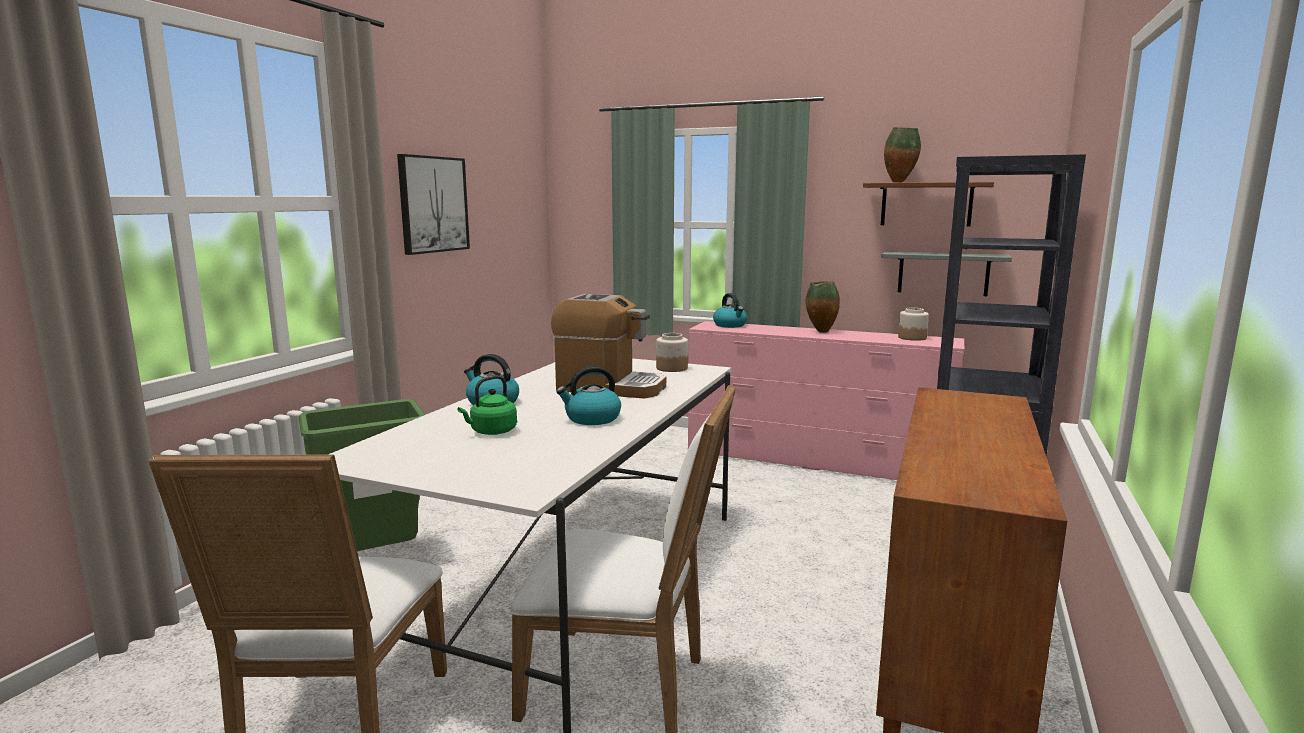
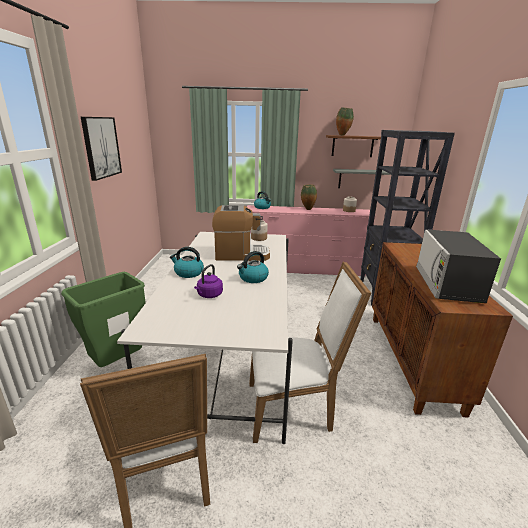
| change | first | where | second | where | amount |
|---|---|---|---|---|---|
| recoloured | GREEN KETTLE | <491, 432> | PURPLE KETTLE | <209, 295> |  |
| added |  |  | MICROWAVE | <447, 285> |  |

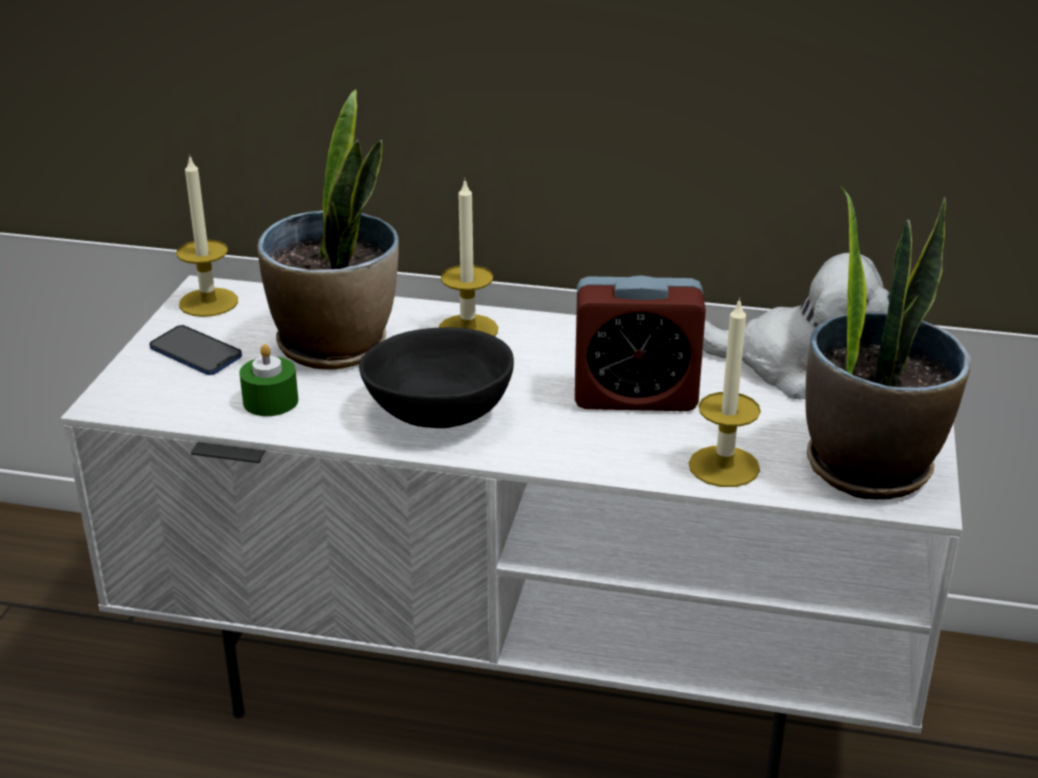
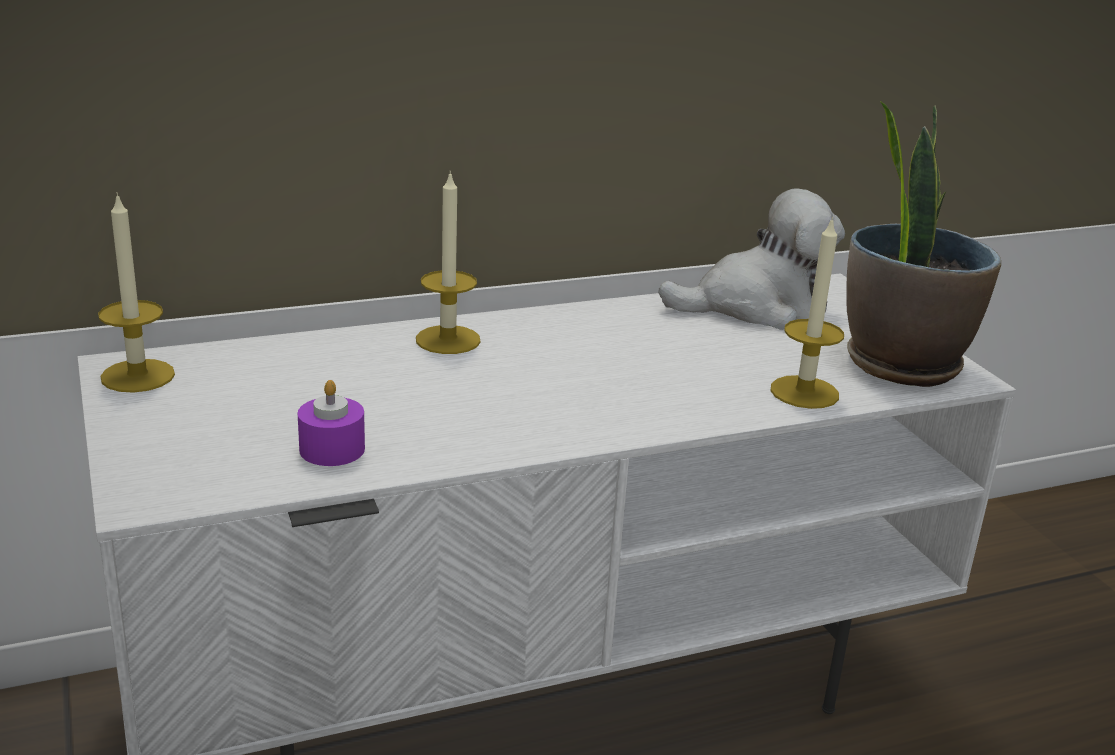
| change | first | where | second | where | amount |
|---|---|---|---|---|---|
| recoloured | GREEN CANDLE | <270, 401> | PURPLE CANDLE | <332, 449> |  |
| removed | PHONE | <195, 353> |  |  |  |
| removed | POTTED PLANT | <336, 346> |  |  |  |
| removed | BLACK BOWL | <442, 414> |  |  |  |
| removed | ALARM CLOCK | <635, 396> |  |  |  |

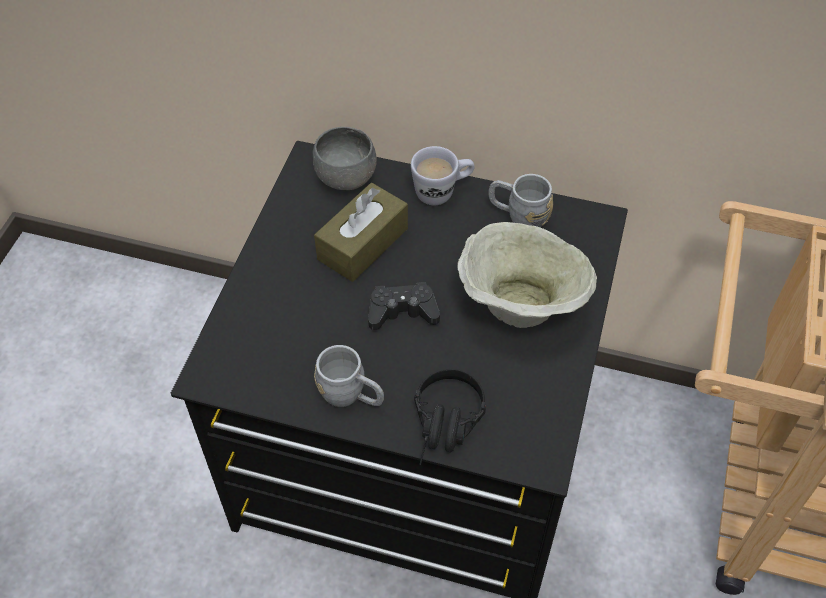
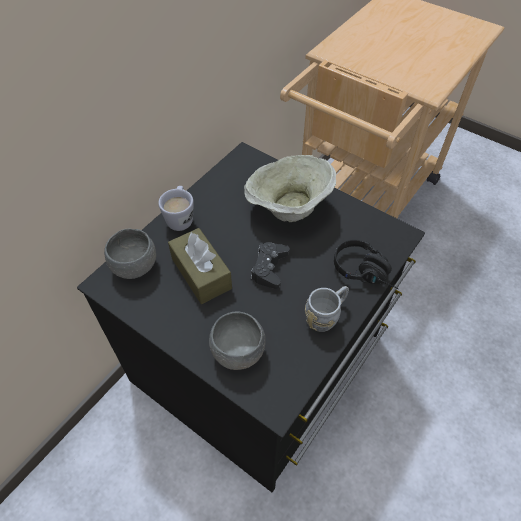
| change | first | where | second | where | amount |
|---|---|---|---|---|---|
| added |  |  | GREY BOWL | <238, 351> |  |
| removed | GREY MUG | <518, 216> |  |  |  |

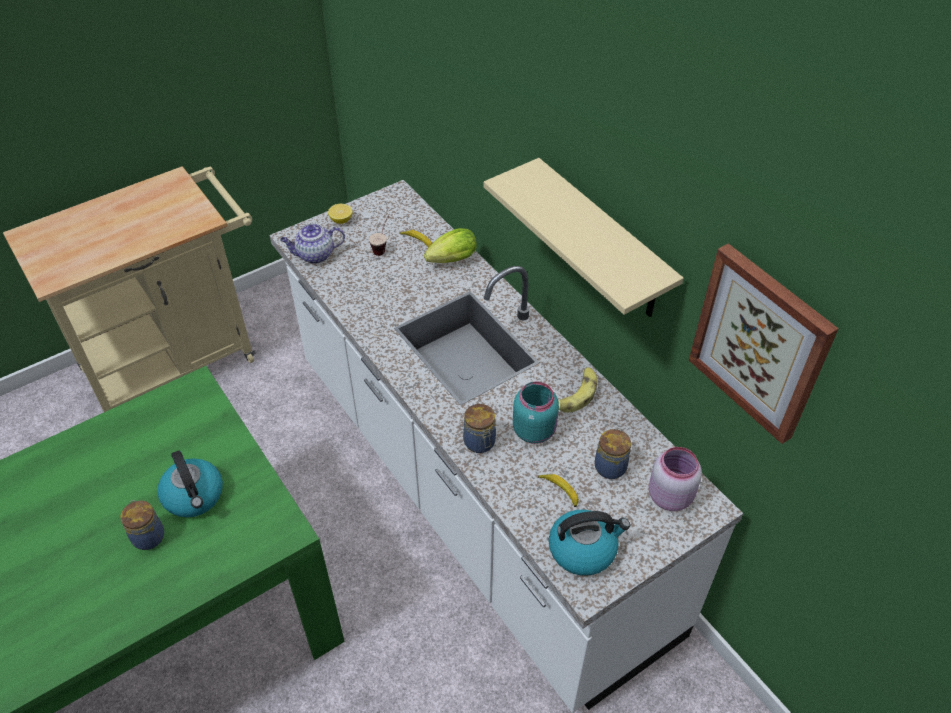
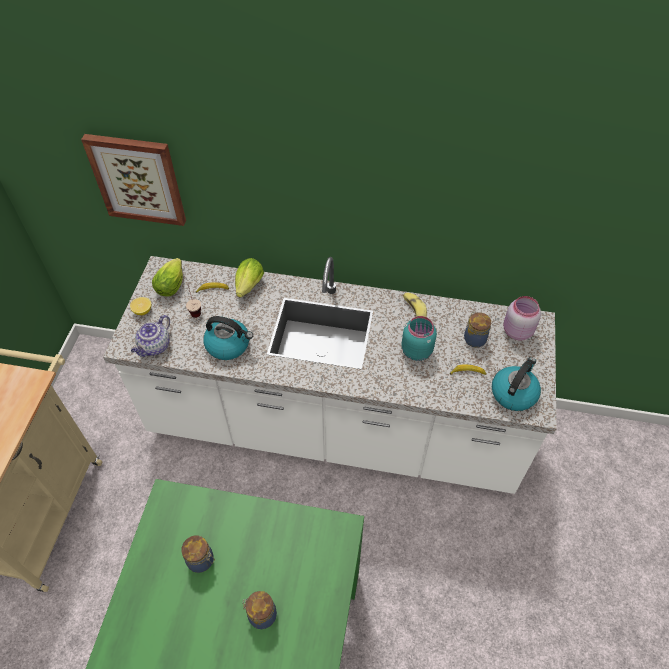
| change | first | where | second | where | amount |
|---|---|---|---|---|---|
| moved | PICTURE | <760, 343> |  | <138, 179> |  |
| added |  |  | LETTUCE | <172, 284> |  |
| moved | JAR | <480, 443> |  | <202, 560> |  |
| moved | KETTLE | <194, 496> |  | <229, 345> |  |
| removed | BEIGE SHELF | <602, 242> |  |  |  |

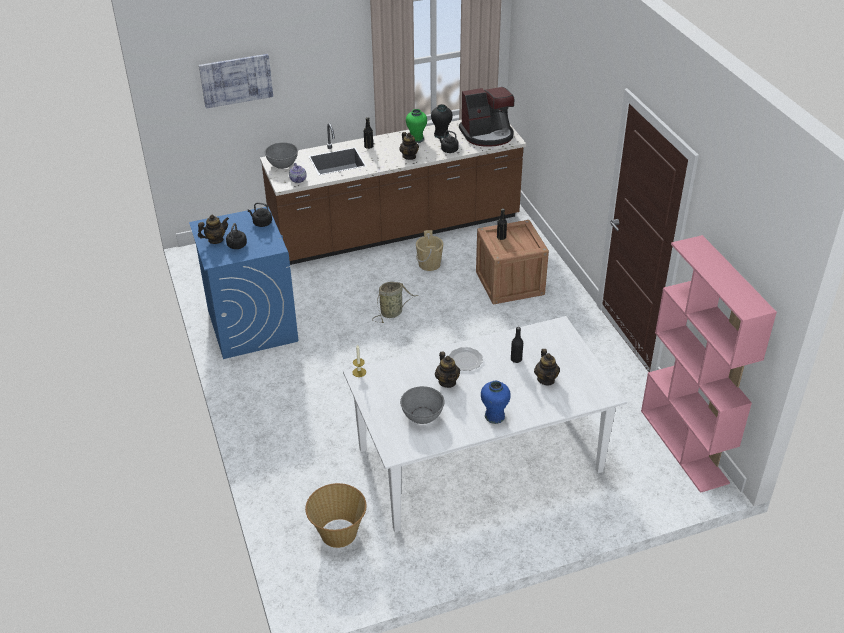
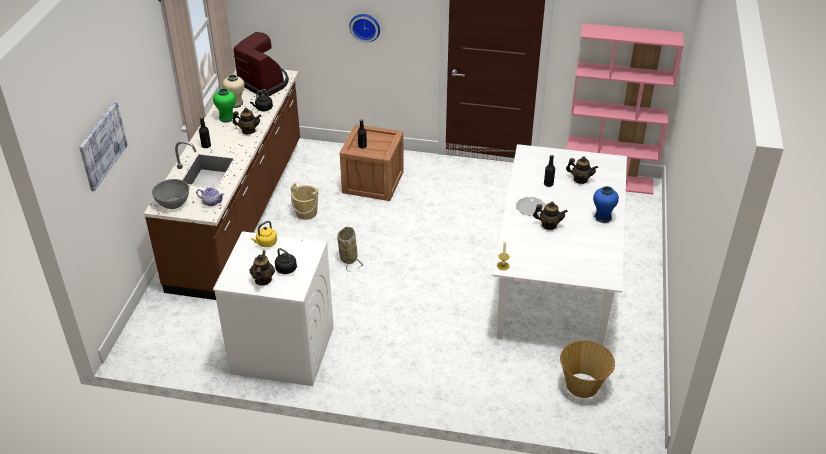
| change | first | where | second | where | amount |
|---|---|---|---|---|---|
| recoloured | BLUE WASHING MACHINE | <251, 325> | WHITE WASHING MACHINE | <282, 350> |  |
| recoloured | BLACK VASE | <441, 134> | BEIGE VASE | <235, 103> |  |
| turned | COFFEE MACHINE | <487, 134> |  | <264, 83> | 60 degrees counterclockwise |
| recoloured | BLACK KETTLE | <261, 223> | YELLOW KETTLE | <266, 243> |  |
| added |  |  | WALL CLOCK | <365, 26> |  |
| removed | GREY BOWL | <422, 415> |  |  |  |

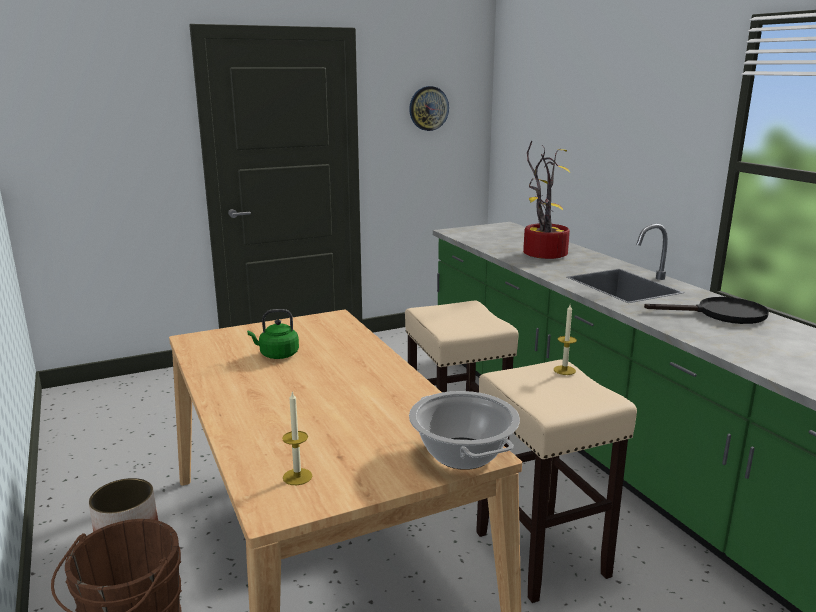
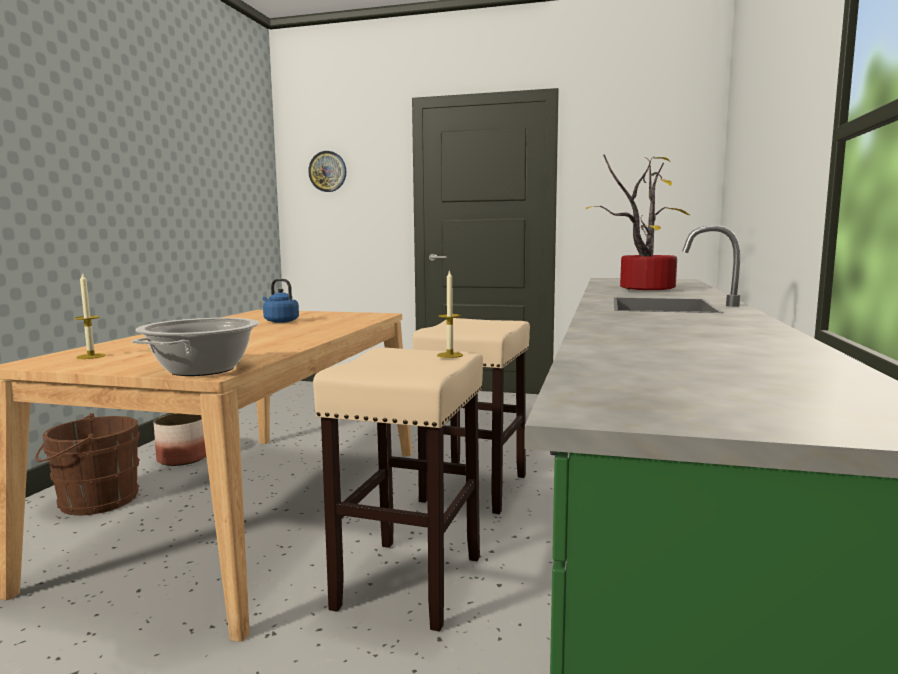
| change | first | where | second | where | amount |
|---|---|---|---|---|---|
| recoloured | GREEN KETTLE | <277, 355> | BLUE KETTLE | <280, 321> |  |
| moved | WALL CLOCK | <428, 108> |  | <327, 171> |  |
| removed | BLACK FRYING PAN | <721, 314> |  |  |  |

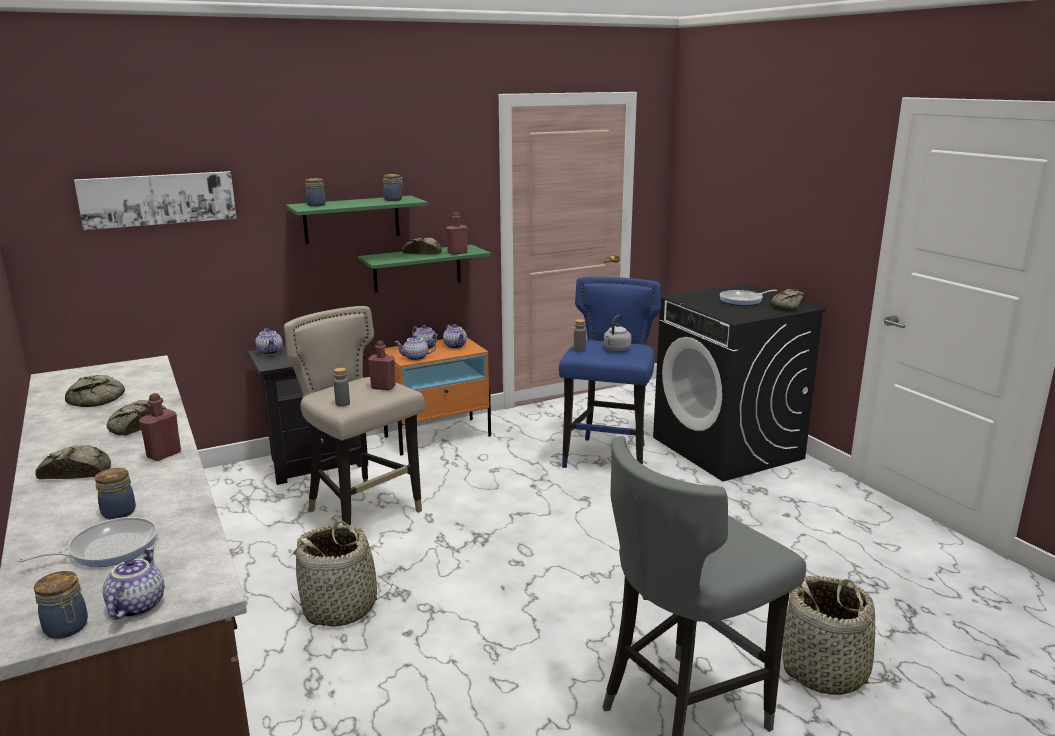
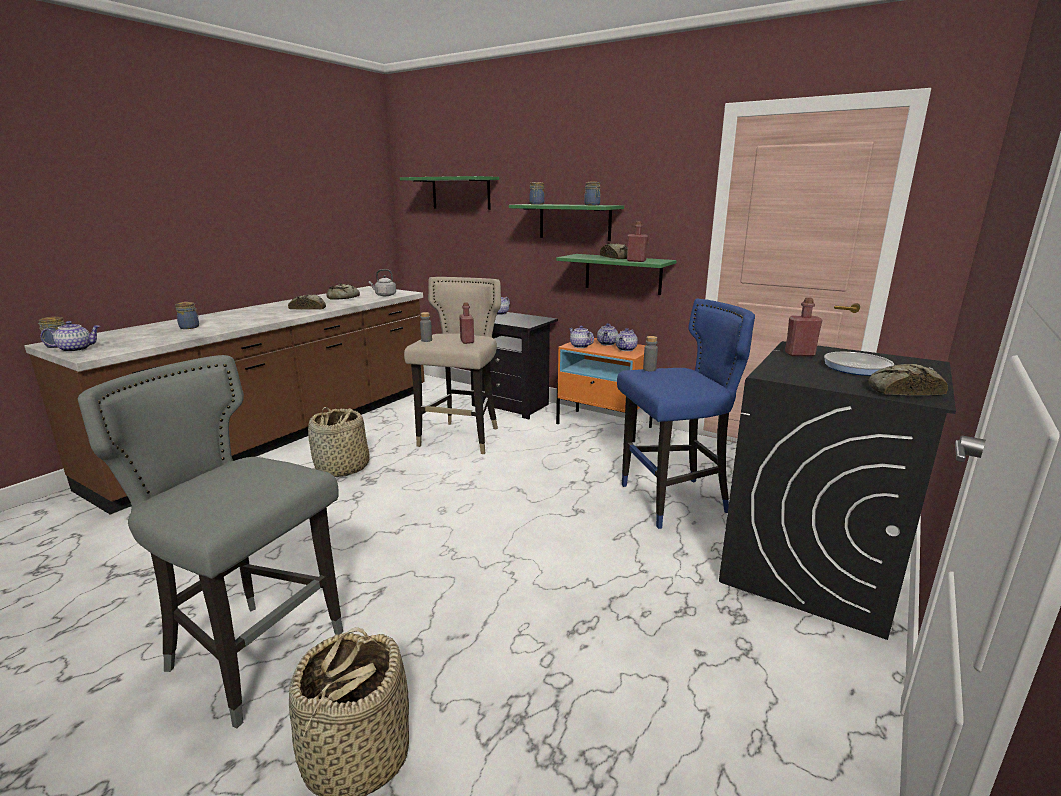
| change | first | where | second | where | amount |
|---|---|---|---|---|---|
| moved | GREY KETTLE | <616, 349> |  | <384, 295> |  |
| replaced | PICTURE | <158, 199> | GREEN SHELF | <461, 193> |  |
| moved | RED BOTTLE | <164, 454> |  | <799, 354> |  |
| removed | FRYING PAN | <108, 549> |  |  |  |
| removed | BREAD | <77, 471> |  |  |  |

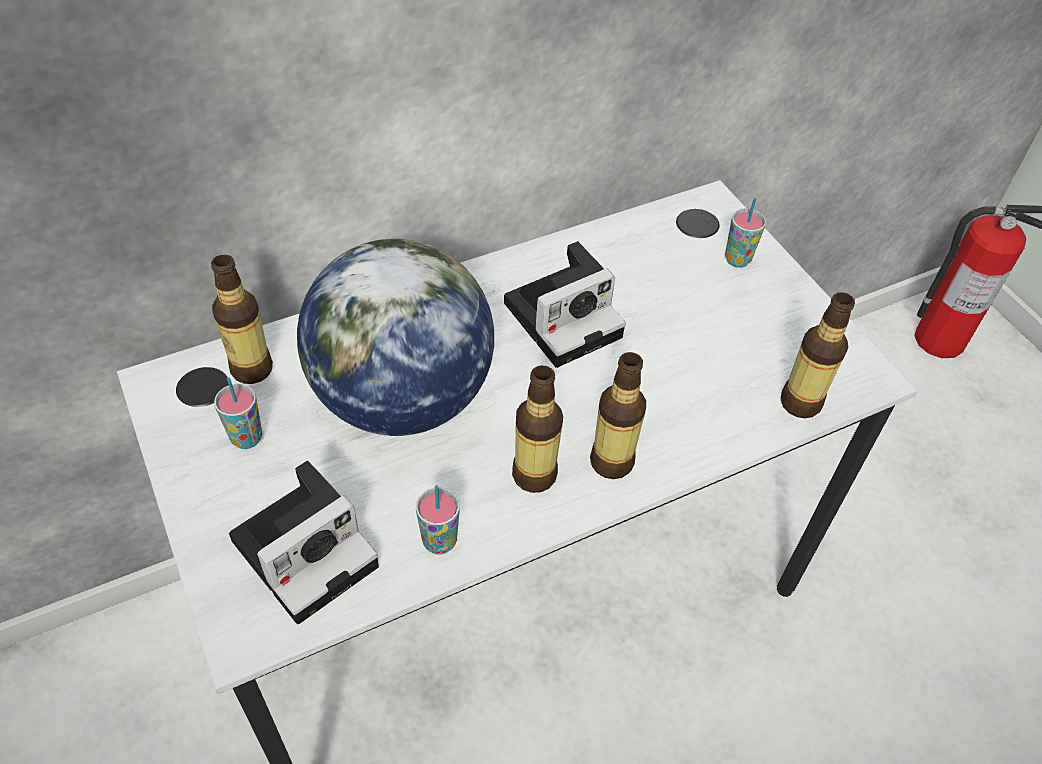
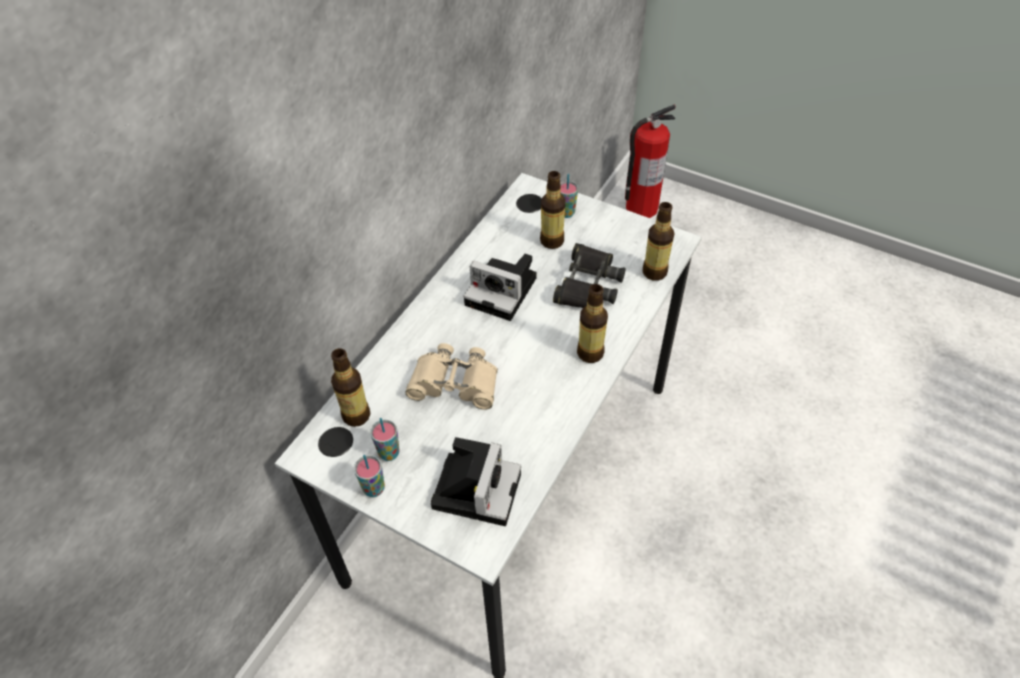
| change | first | where | second | where | amount |
|---|---|---|---|---|---|
| moved | CUP | <439, 542> |  | <374, 489> |  |
| replaced | GLOBE | <401, 398> | BEIGE BINOCULARS | <455, 383> |  |
| turned | PHOTO CAMERA | <565, 317> |  | <504, 291> | 90 degrees clockwise |
| moved | BOTTLE | <534, 475> |  | <552, 241> |  |
| added |  |  | BLACK BINOCULARS | <588, 284> |  |

